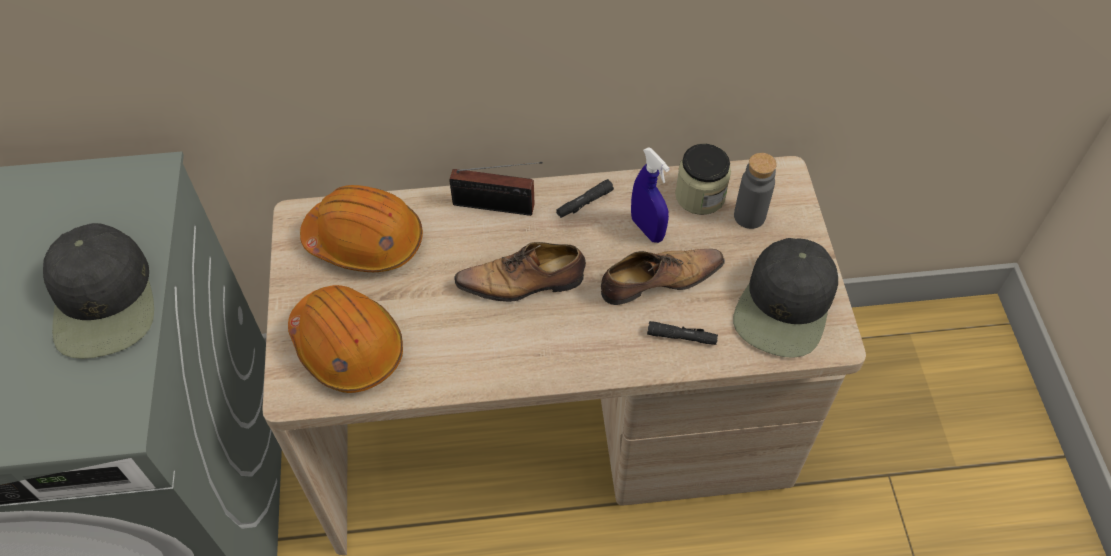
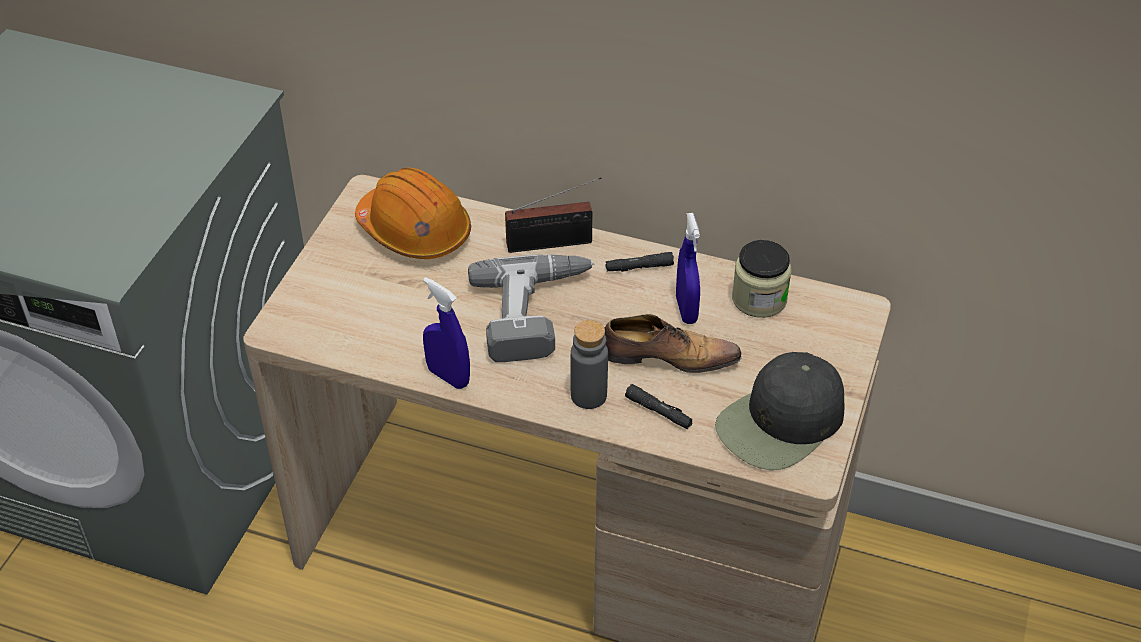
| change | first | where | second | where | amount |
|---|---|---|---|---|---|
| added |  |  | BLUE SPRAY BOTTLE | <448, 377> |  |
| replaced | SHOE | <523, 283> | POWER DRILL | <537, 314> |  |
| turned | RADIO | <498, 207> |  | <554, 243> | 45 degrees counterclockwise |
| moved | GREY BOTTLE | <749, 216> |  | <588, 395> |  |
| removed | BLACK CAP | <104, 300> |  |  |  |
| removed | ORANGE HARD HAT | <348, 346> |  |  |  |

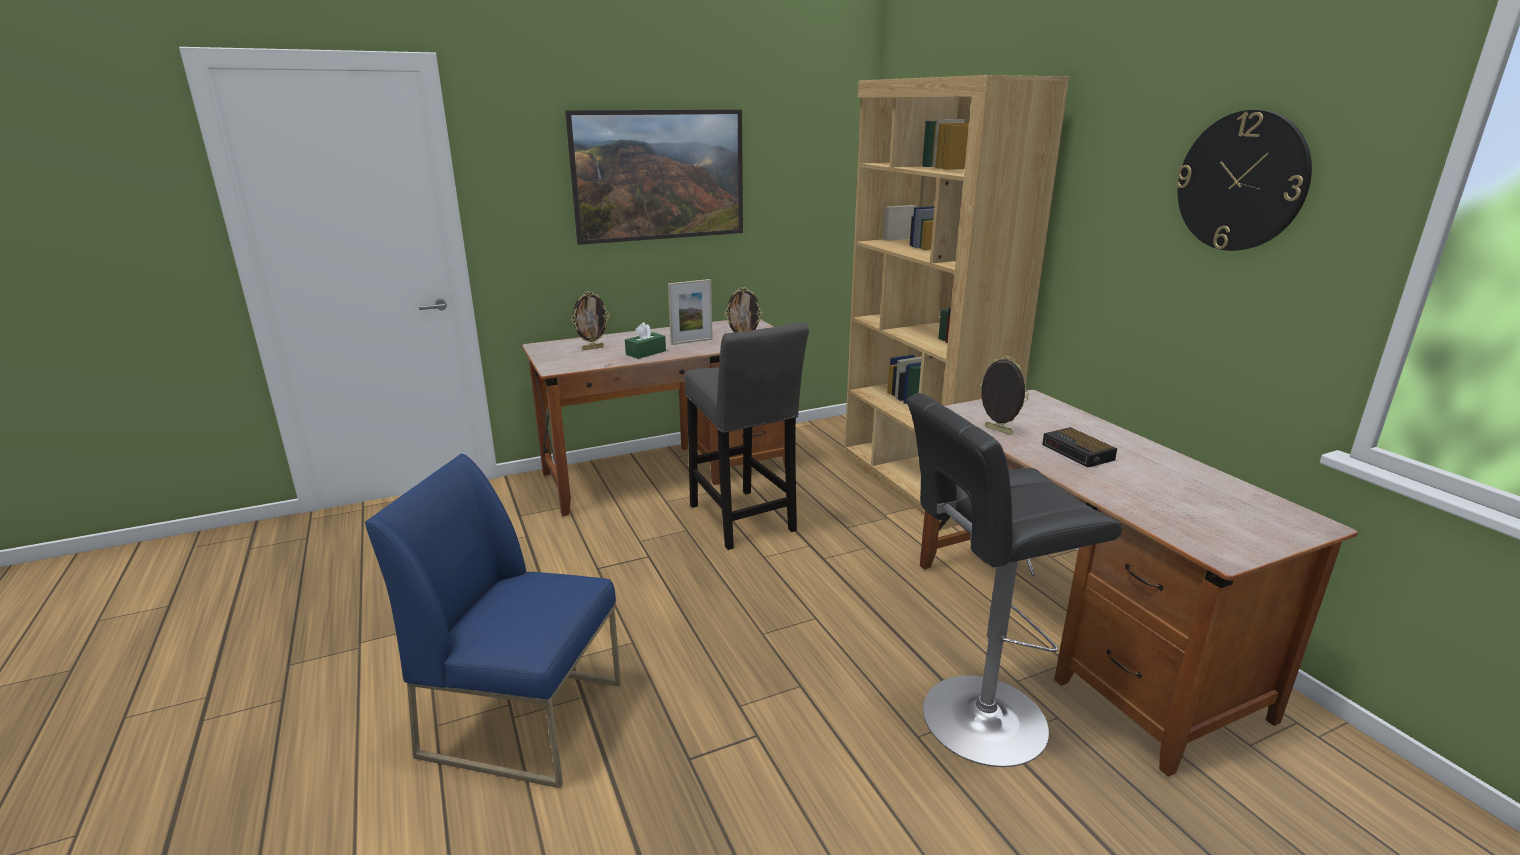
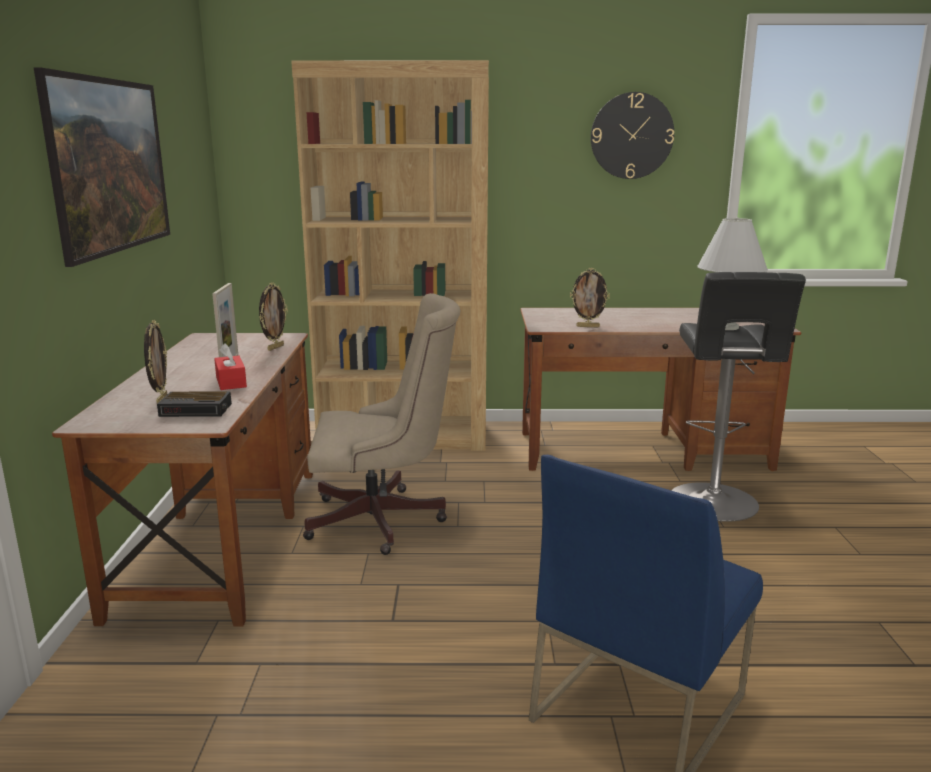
| change | first | where | second | where | amount |
|---|---|---|---|---|---|
| moved | ALARM CLOCK | <1079, 453> |  | <197, 410> |  |
| recoloured | GREEN TISSUE BOX | <646, 353> | RED TISSUE BOX | <231, 382> |  |
| replaced | GREY STOOL | <743, 521> | BEIGE OFFICE CHAIR | <384, 521> |  |
| turned | PICTURE FRAME | <997, 431> |  | <588, 326> | 150 degrees counterclockwise |
| added |  |  | WHITE TABLE LAMP | <725, 327> |  |

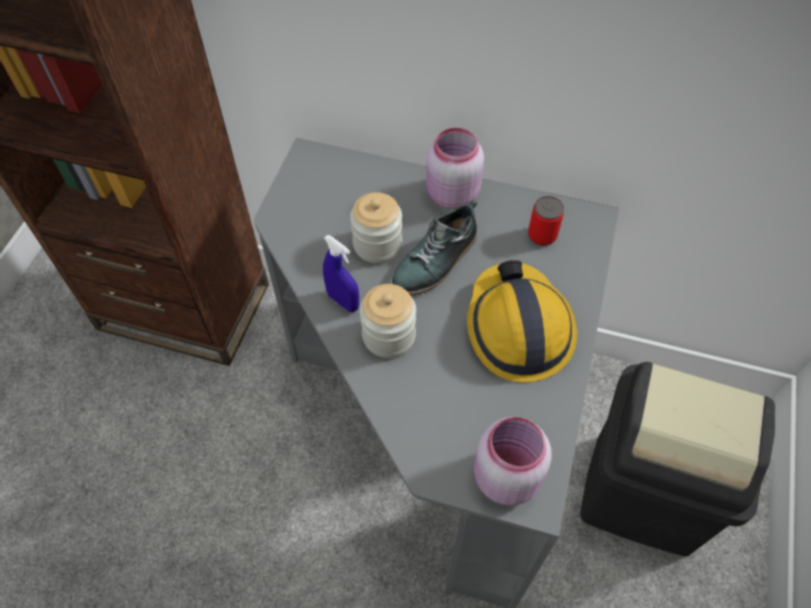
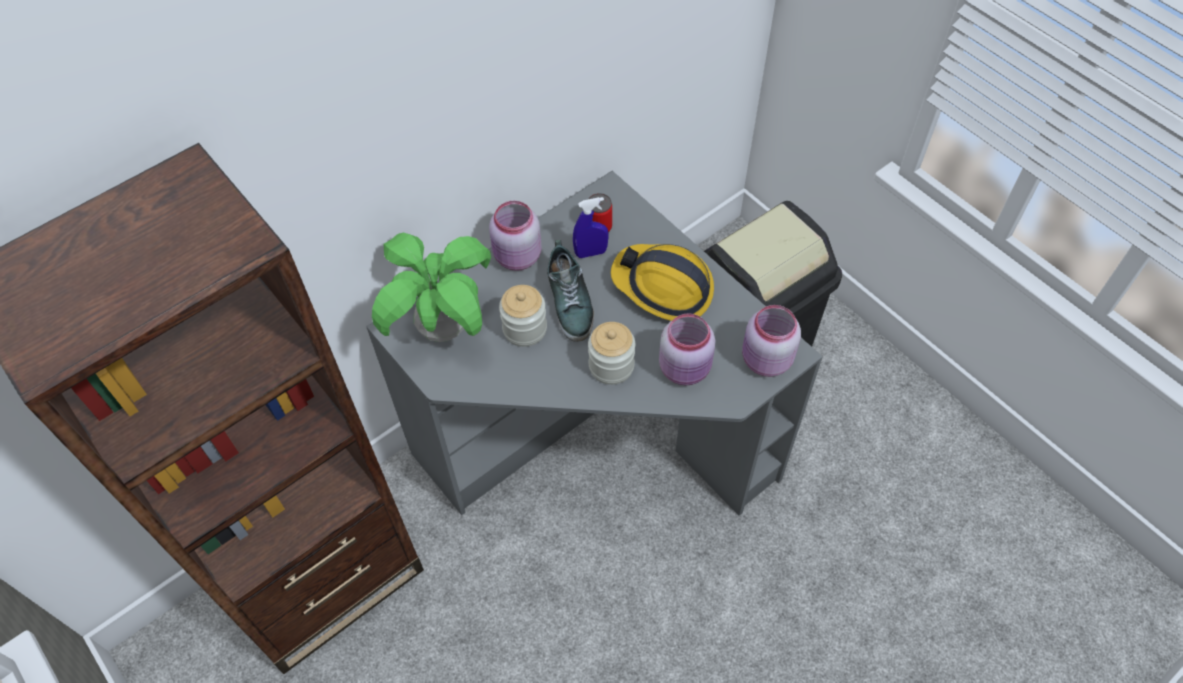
| change | first | where | second | where | amount |
|---|---|---|---|---|---|
| added |  |  | POTTED PLANT | <444, 329> |  |
| moved | BLUE SPRAY BOTTLE | <343, 301> |  | <591, 253> |  |
| added |  |  | PINK JAR | <686, 369> |  |

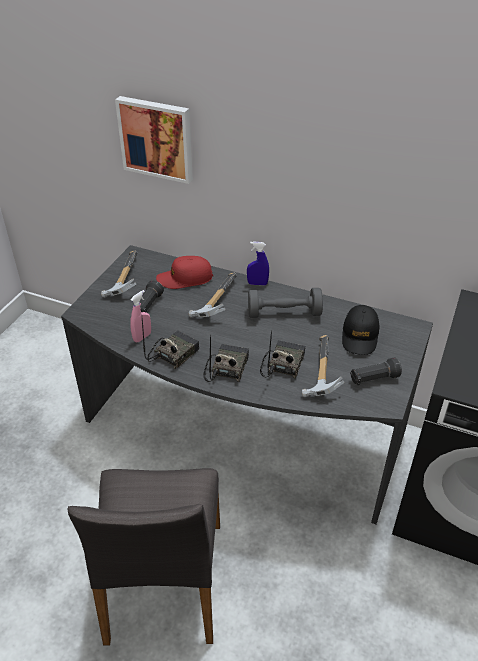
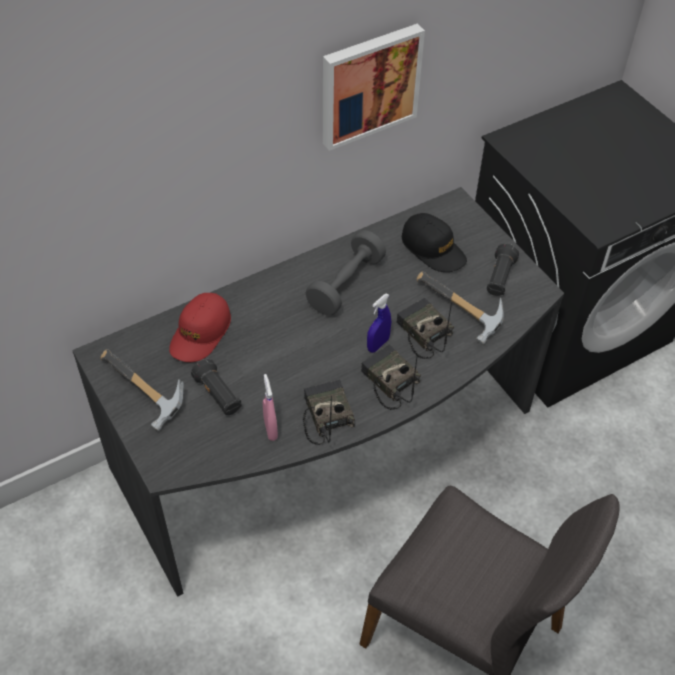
| change | first | where | second | where | amount |
|---|---|---|---|---|---|
| moved | PICTURE | <157, 138> |  | <368, 84> |  |
| moved | BLUE SPRAY BOTTLE | <257, 283> |  | <378, 344> |  |
| removed | HAMMER | <214, 301> |  |  |  |

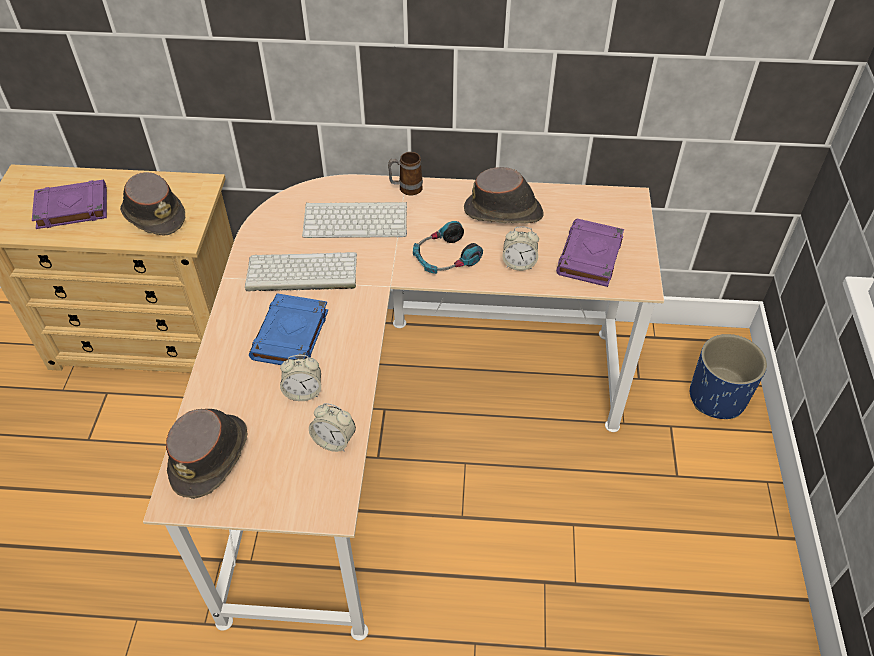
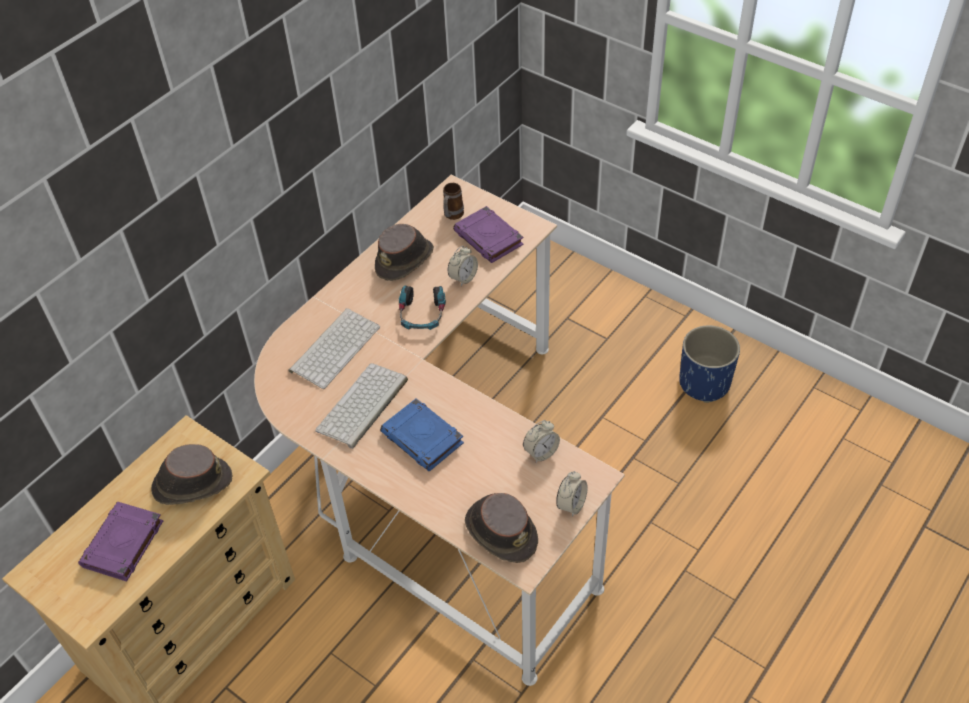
| change | first | where | second | where | amount |
|---|---|---|---|---|---|
| moved | MUG | <406, 189> |  | <452, 216> |  |
| moved | ALARM CLOCK | <303, 392> |  | <571, 504> |  |
| moved | BLUE PLANTER | <717, 397> |  | <704, 383> |  |

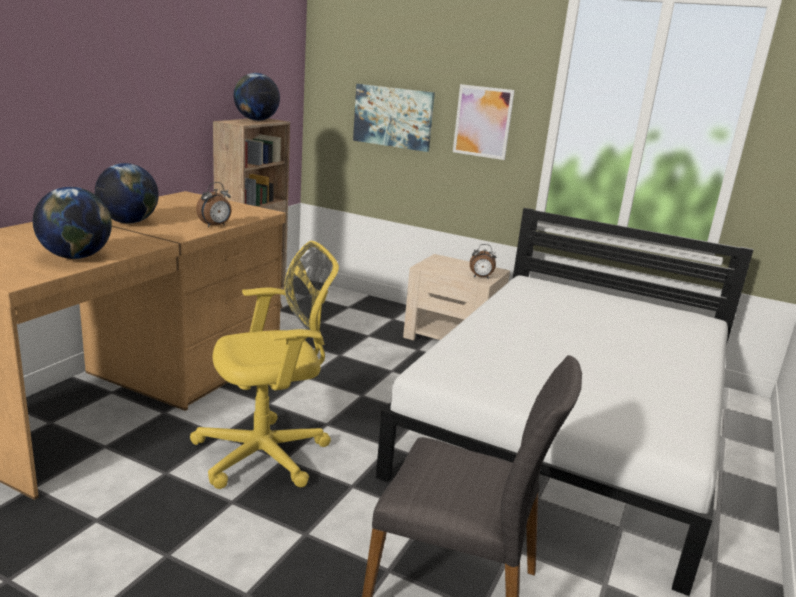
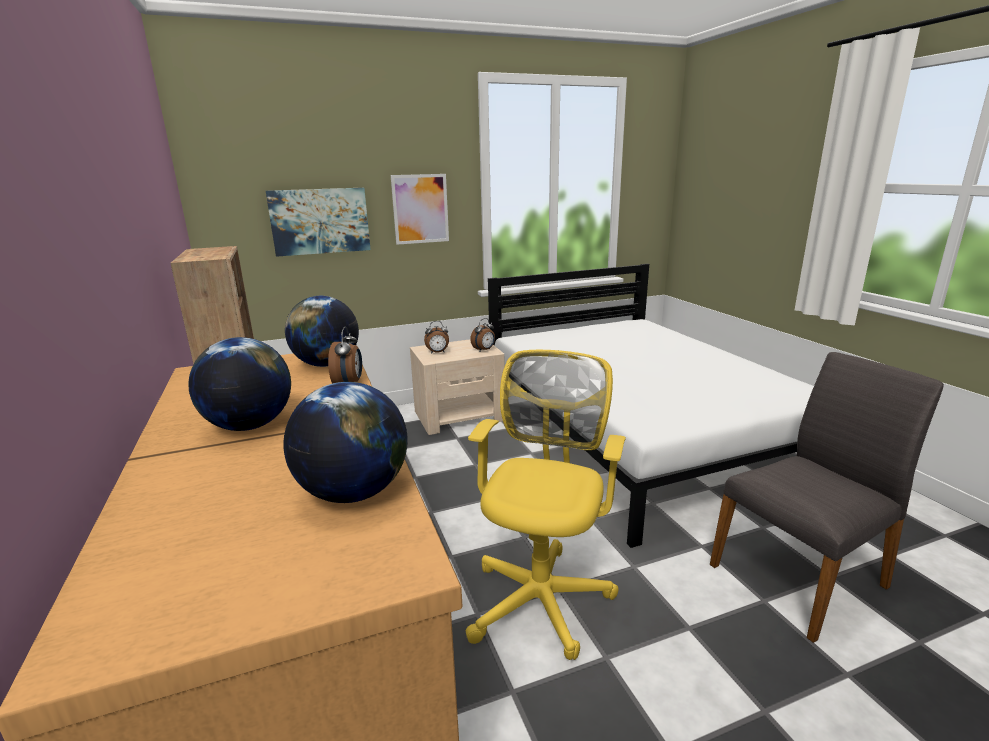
| change | first | where | second | where | amount |
|---|---|---|---|---|---|
| moved | GLOBE | <256, 120> |  | <326, 364> |  |
| added |  |  | ALARM CLOCK | <437, 353> |  |

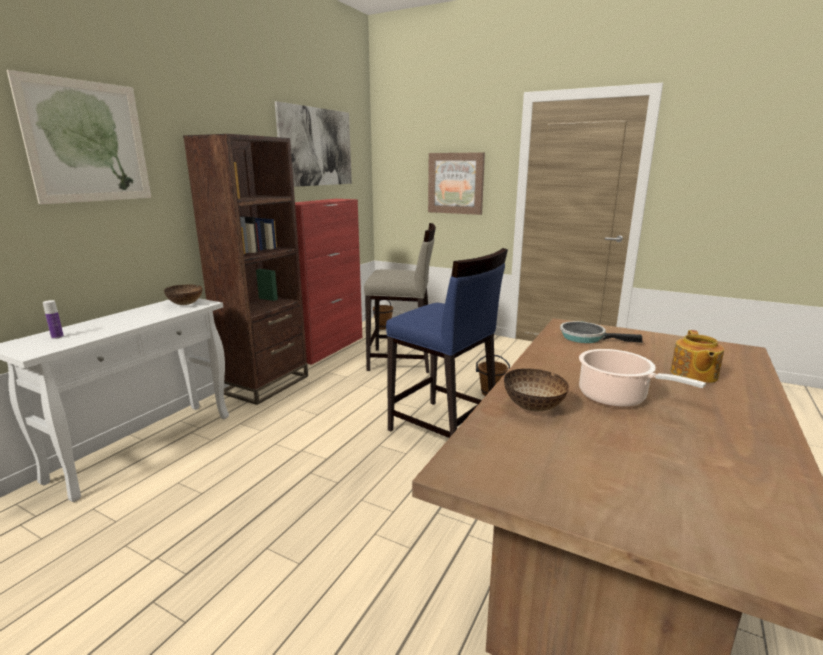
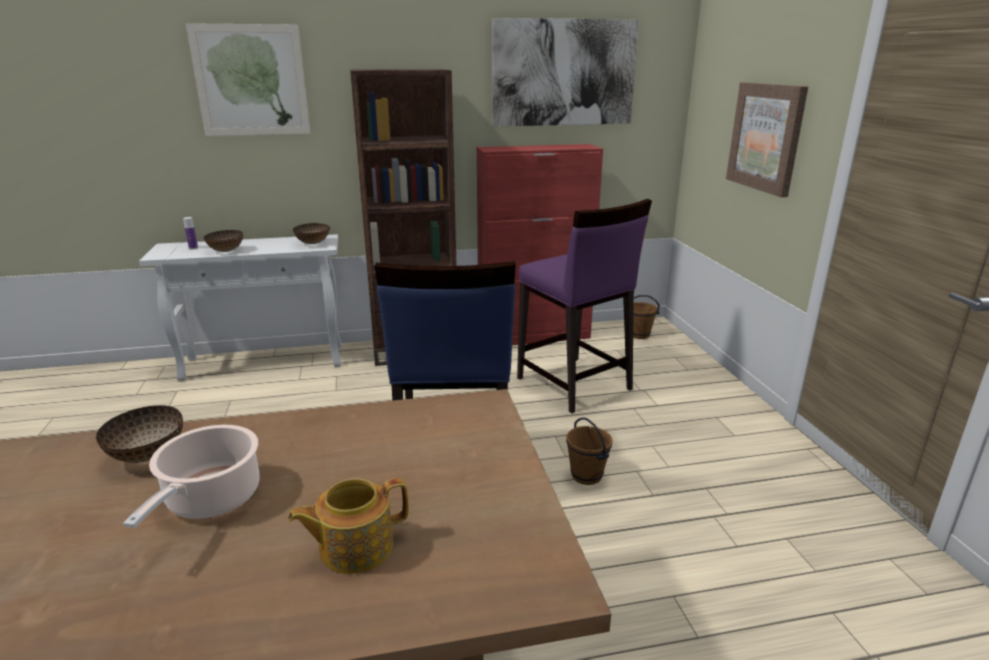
| change | first | where | second | where | amount |
|---|---|---|---|---|---|
| added |  |  | BOWL | <225, 251> |  |
| recoloured | BEIGE STOOL | <402, 360> | PURPLE STOOL | <574, 384> |  |
| removed | FRYING PAN | <586, 337> |  |  |  |

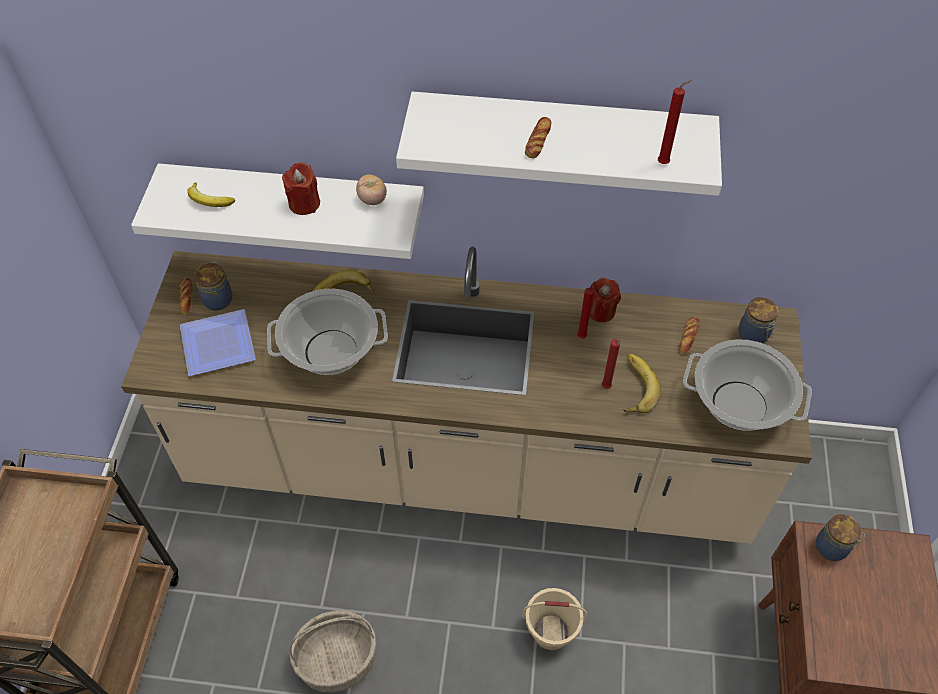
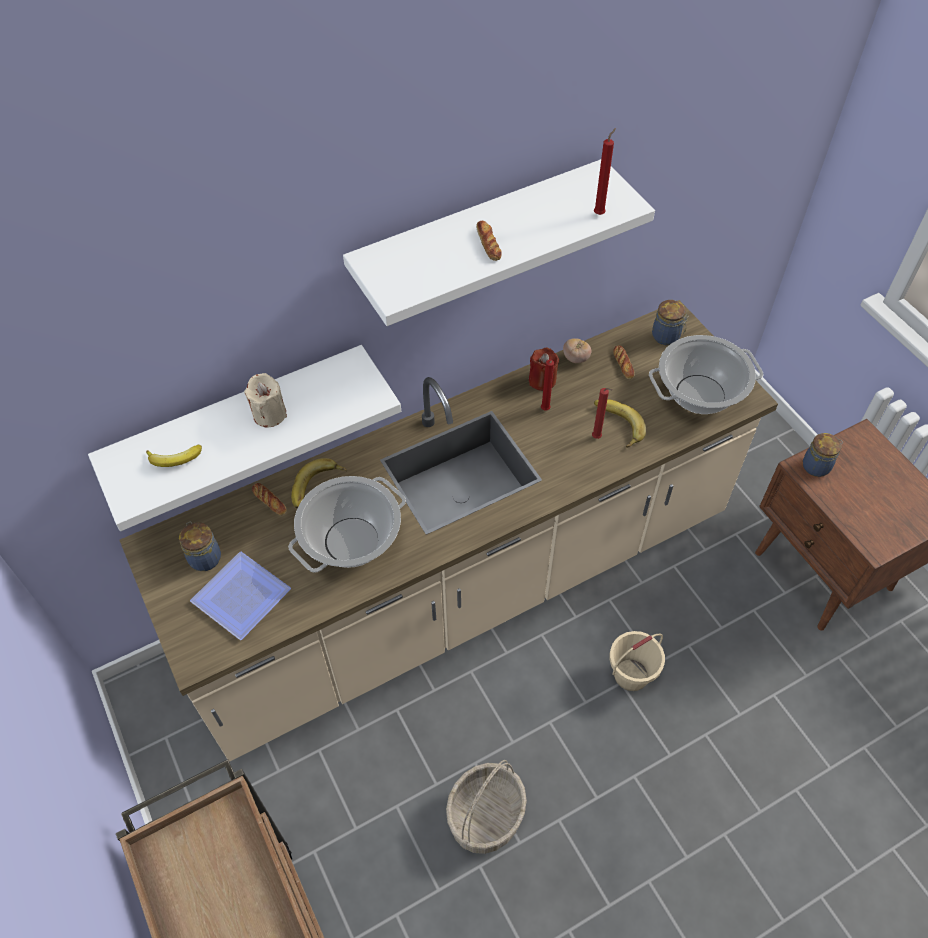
| change | first | where | second | where | amount |
|---|---|---|---|---|---|
| recoloured | RED CANDLE | <304, 203> | BEIGE CANDLE | <269, 414> |  |
| moved | BREAD | <187, 298> |  | <269, 501> |  |
| moved | TOMATO | <372, 199> |  | <576, 358> |  |

